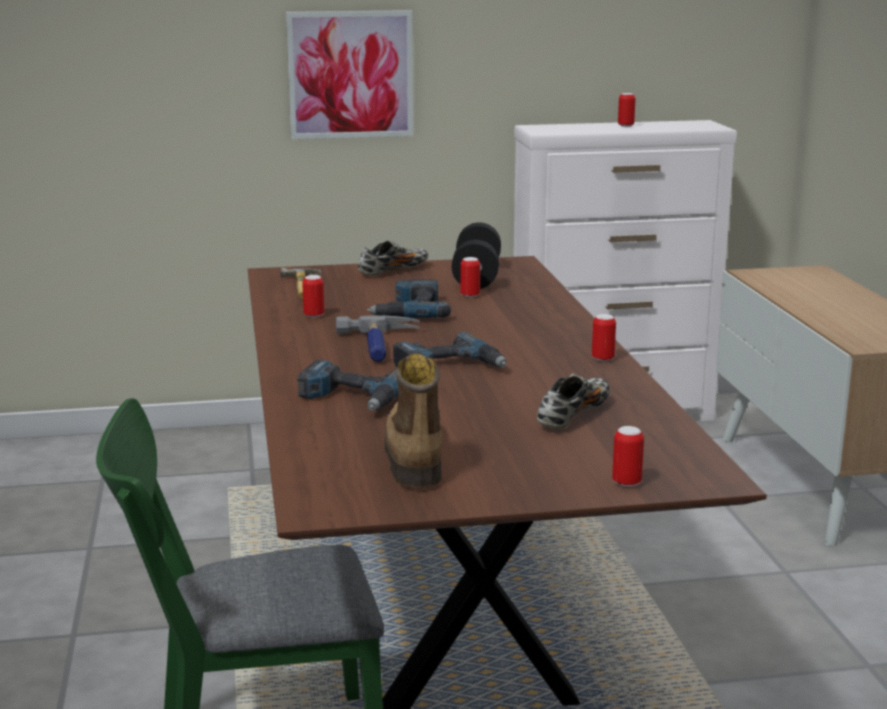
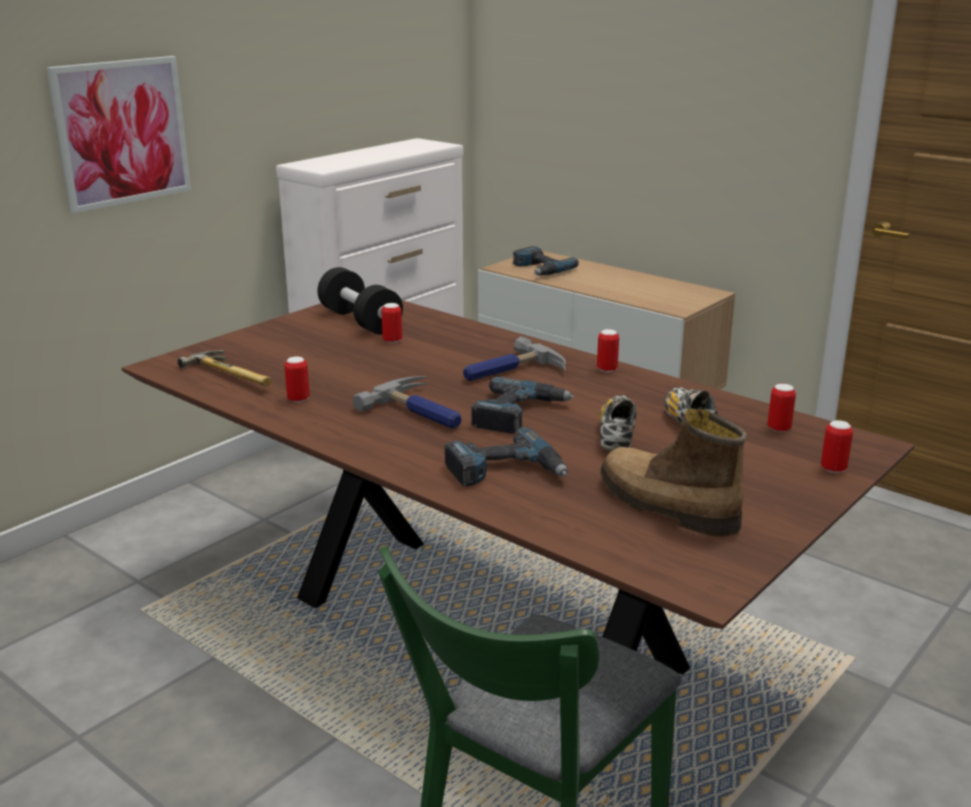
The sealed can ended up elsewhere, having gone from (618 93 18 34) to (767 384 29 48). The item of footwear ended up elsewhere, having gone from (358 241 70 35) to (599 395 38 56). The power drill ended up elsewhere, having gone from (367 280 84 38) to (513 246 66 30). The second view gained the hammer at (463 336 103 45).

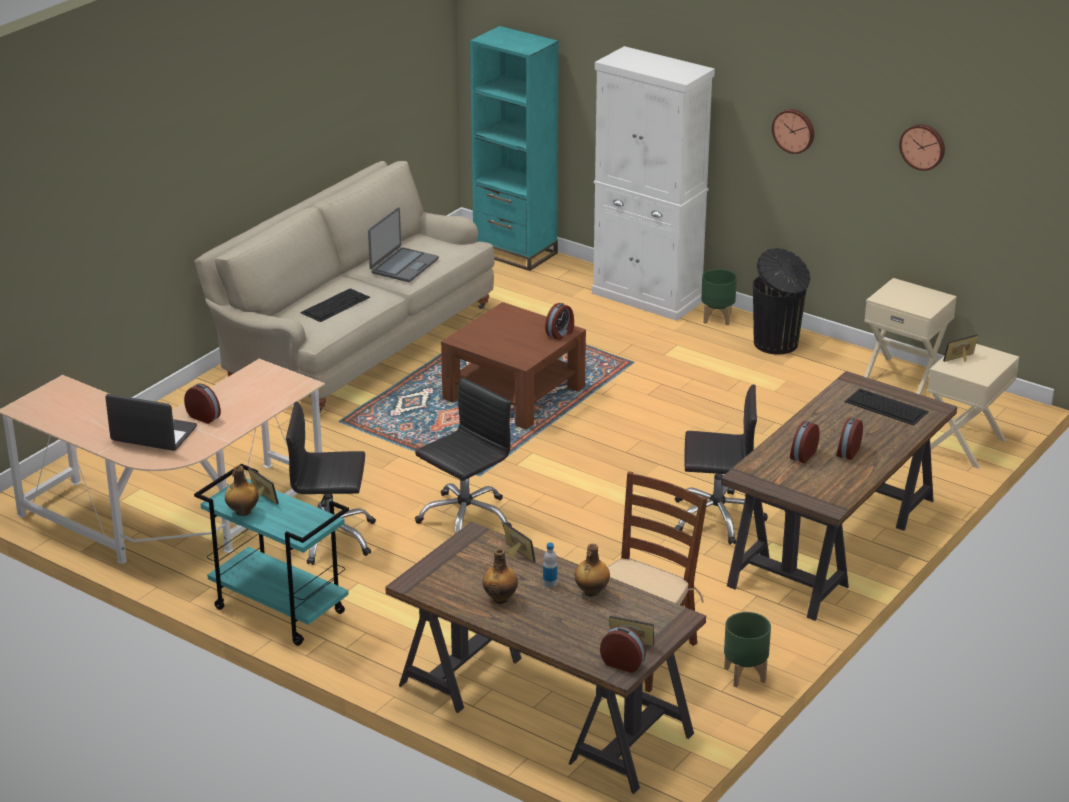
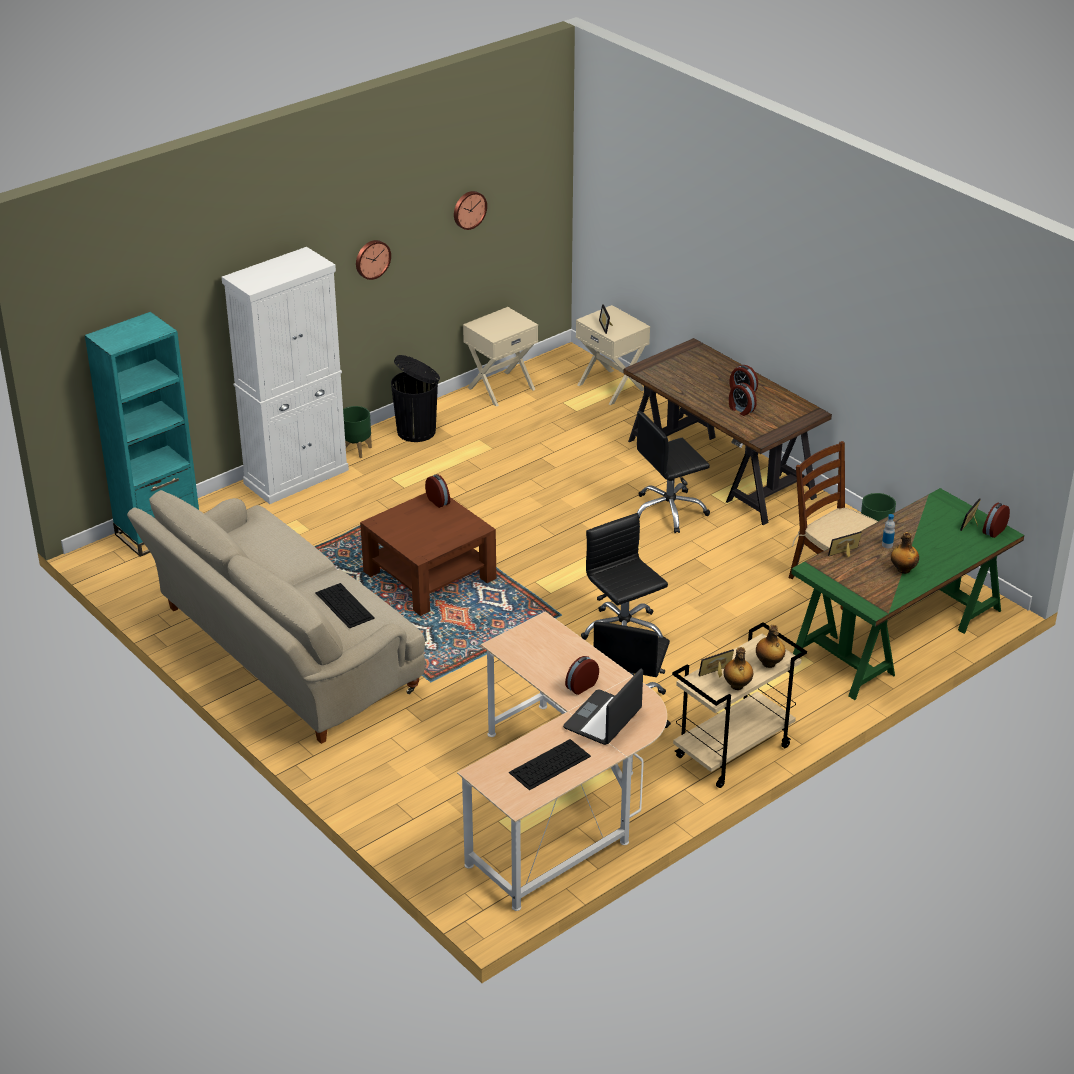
The second view lost the laptop at (368 207 71 75). The office chair (blackish) at (674 385 94 160) ended up facing another way, 135 degrees counterclockwise from before. The keyboard ended up elsewhere, having gone from (844 389 85 36) to (509 739 82 51). What was the wheeled cart (turquoise-coloured) at (194 464 155 182) turned into the wheeled cart (beige) at (672 622 135 166). What was the desk (brown-coloured) at (385 522 321 272) turned into the desk (green) at (791 488 233 212). The beverage bottle ended up elsewhere, having gone from (575 543 35 53) to (756 625 29 43).

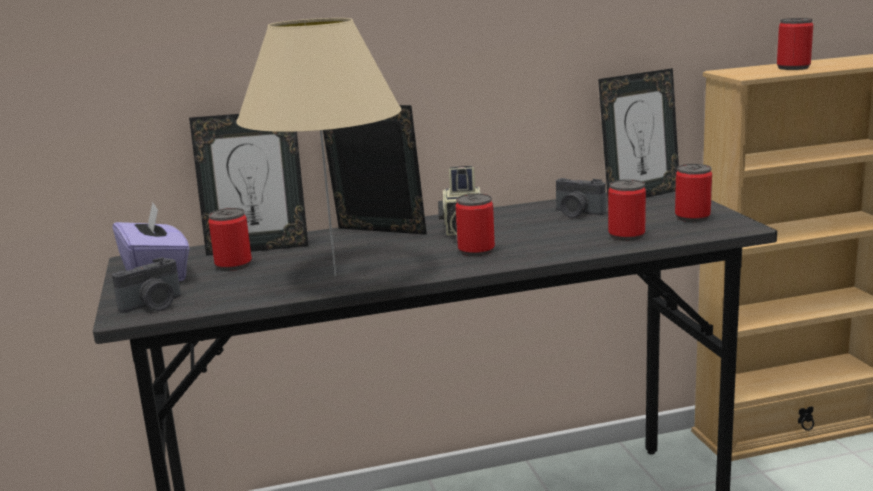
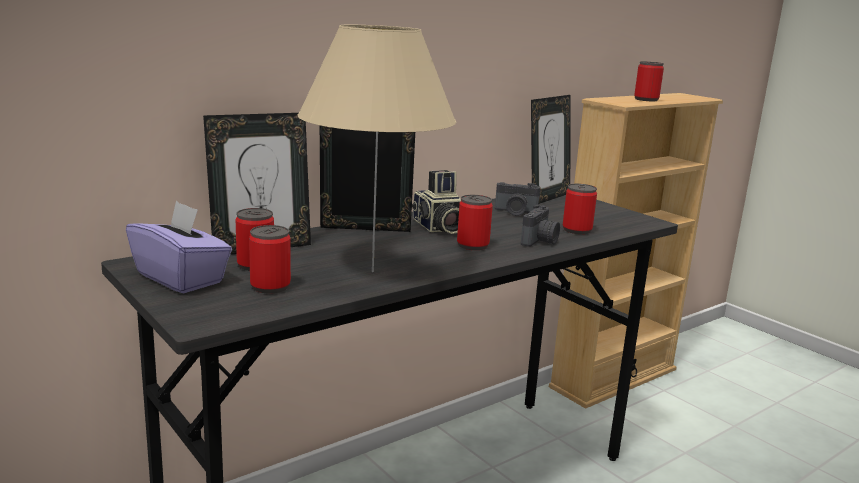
The sealed can ended up elsewhere, having gone from (675 164 37 58) to (249 225 42 68). The still camera ended up elsewhere, having gone from (112 257 69 56) to (521 205 39 42).

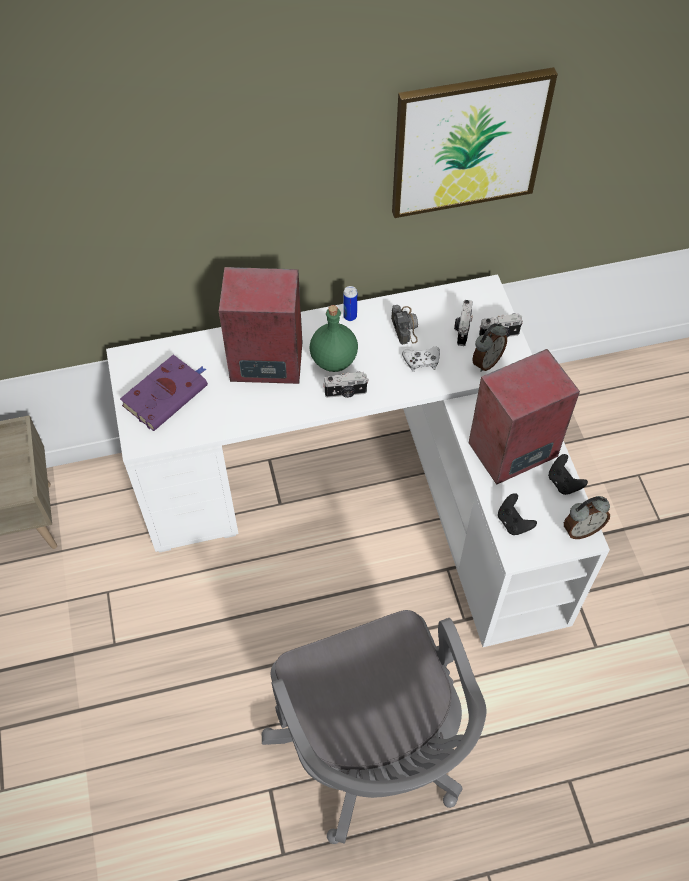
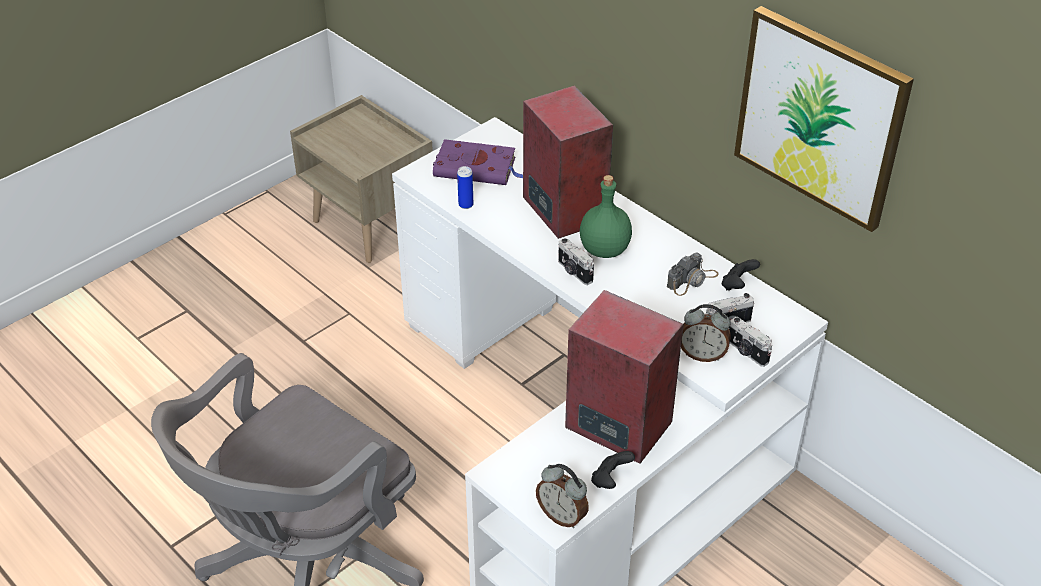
The sealed can ended up elsewhere, having gone from (343 286 14 35) to (457 166 16 43). The second view lost the joypad (white) at (402 346 38 26). The joypad (blackish) ended up elsewhere, having gone from (498 493 39 42) to (722 259 38 32).

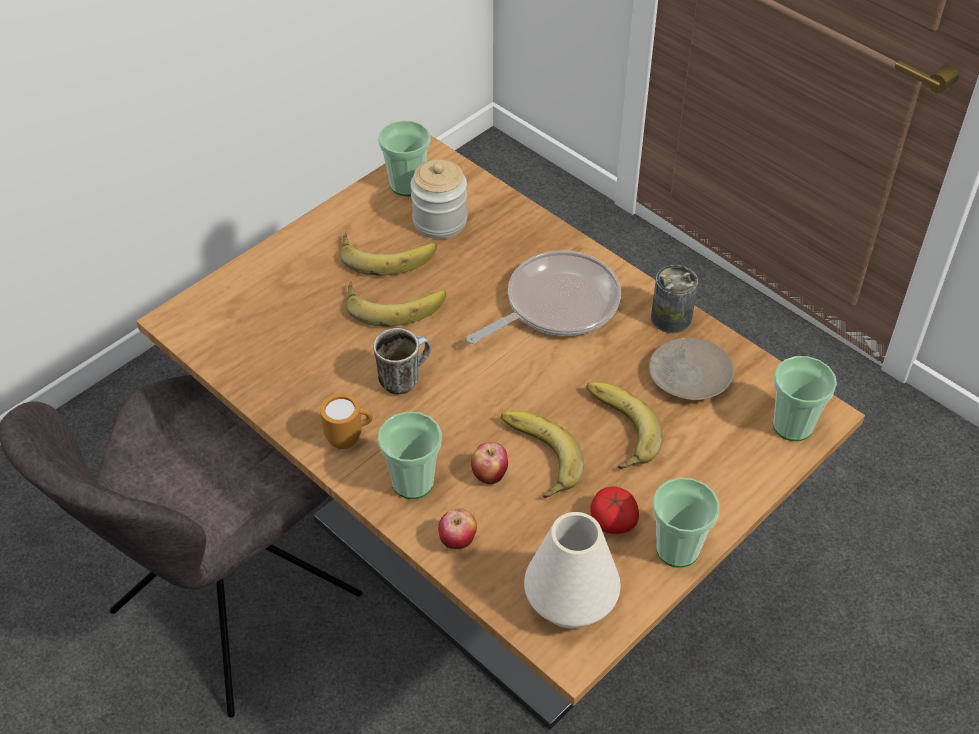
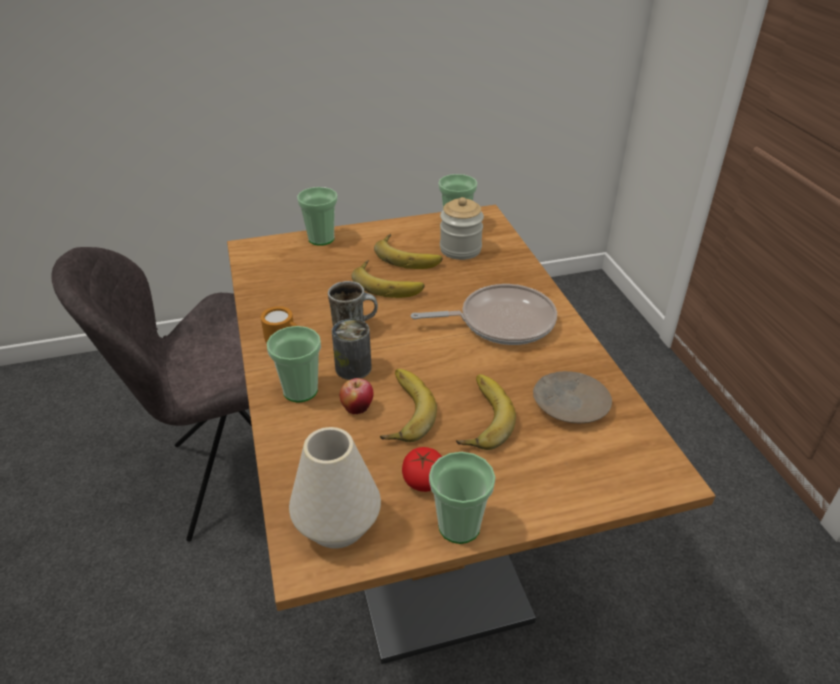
The sealed can ended up elsewhere, having gone from (651 265 47 68) to (332 319 40 61). The cup ended up elsewhere, having gone from (773 356 64 85) to (297 187 41 59). The second view lost the apple fruit at (438 509 39 40).

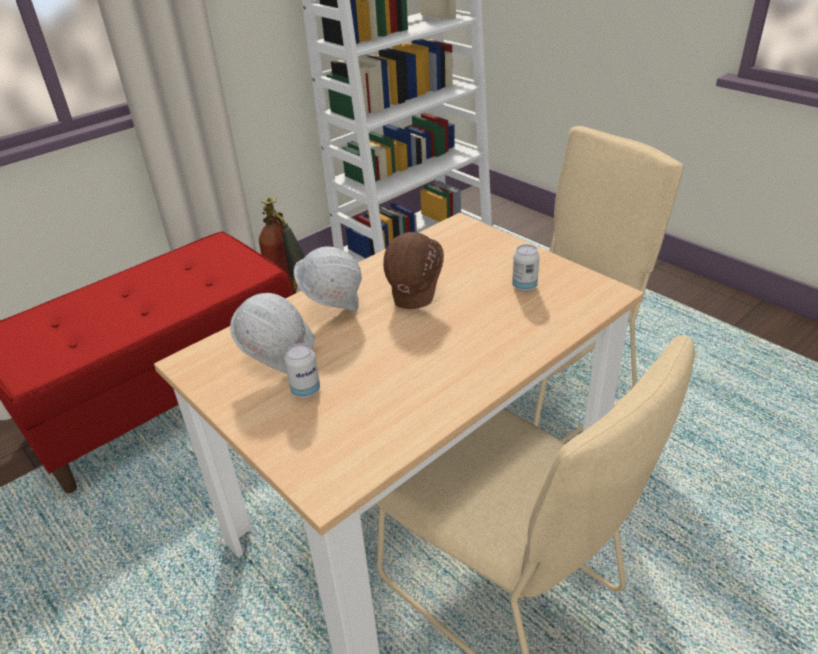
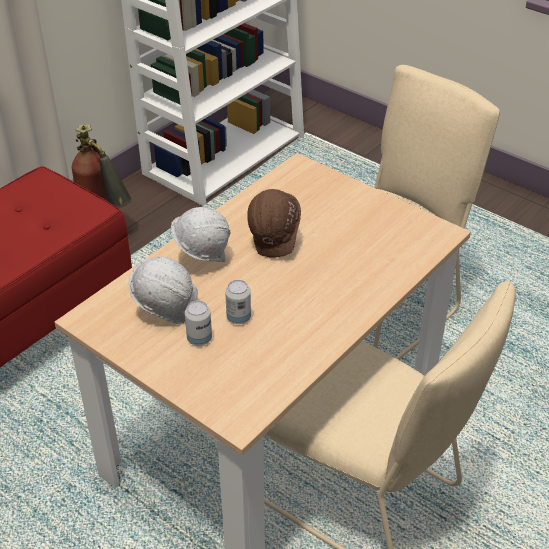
The sealed can ended up elsewhere, having gone from (512 244 28 48) to (225 280 26 44).

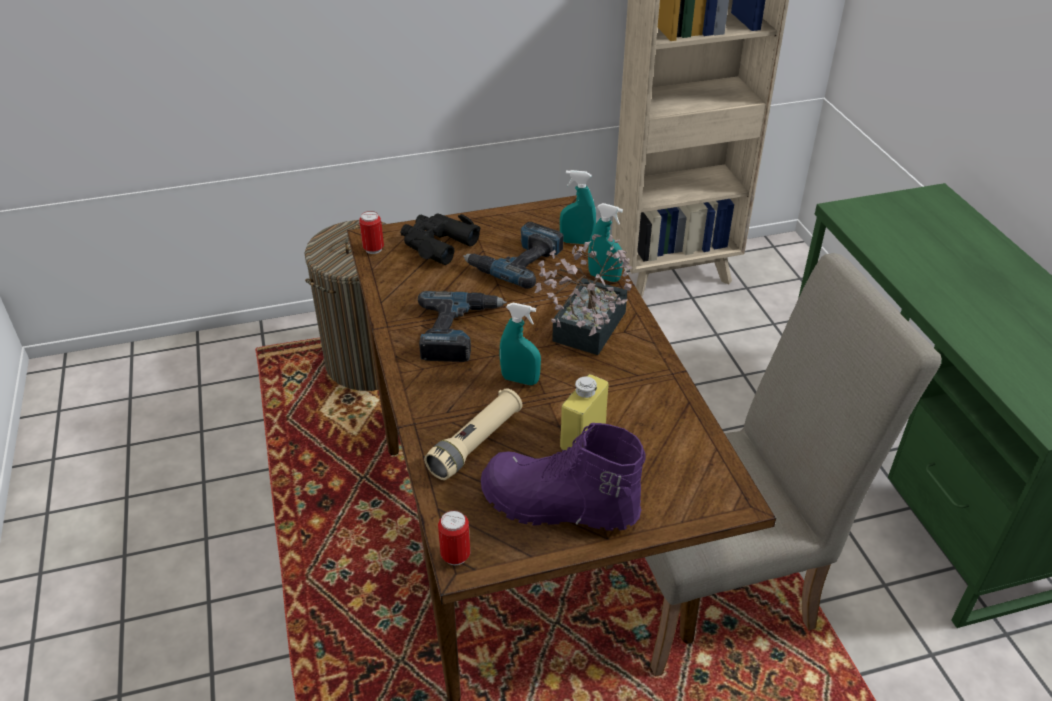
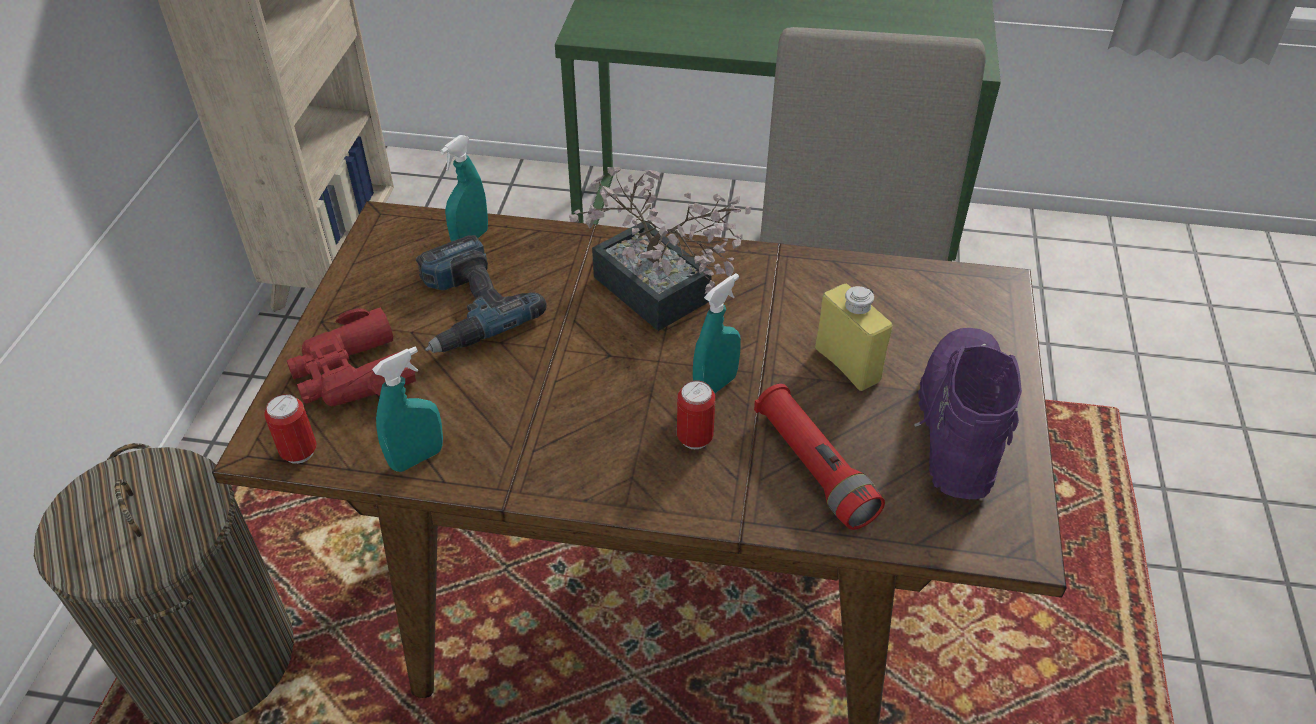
The sprayer (turquoise-coloured) ended up elsewhere, having gone from (588 203 35 79) to (372 347 71 125). What was the field glasses (blackish) at (400 213 81 52) turned into the field glasses (red) at (287 307 129 99). The second view lost the power drill at (418 291 89 71). What was the torch (beige) at (424 388 99 92) turned into the torch (red) at (754 384 131 146). The tall boot (purplish) at (481 423 164 108) ended up facing another way, 150 degrees clockwise from before. The sealed can ended up elsewhere, having gone from (438 510 32 56) to (677 380 38 69).

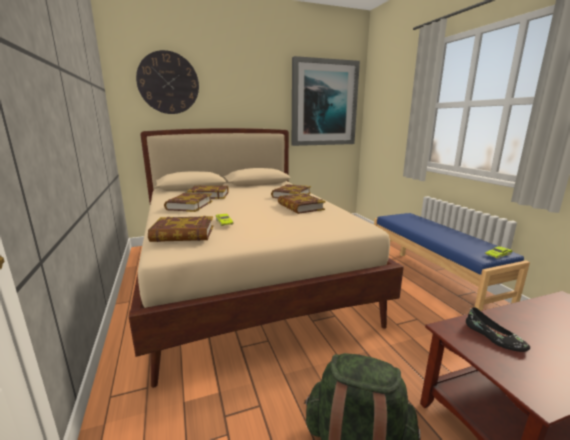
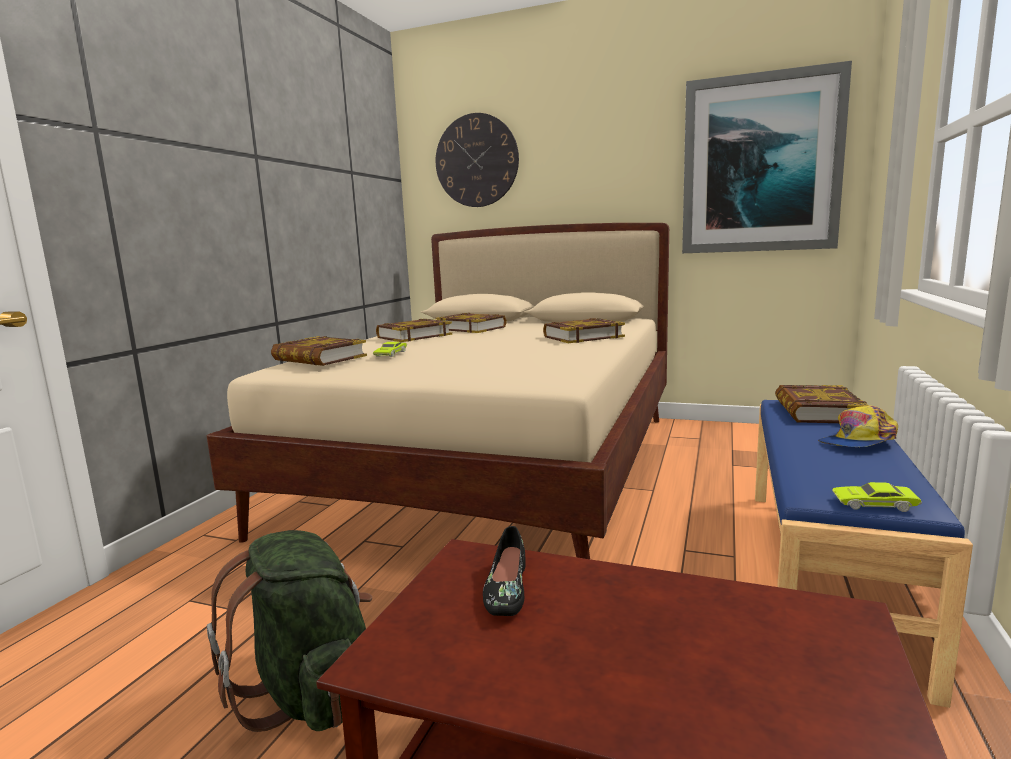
The bound book ended up elsewhere, having gone from (278 193 48 21) to (775 385 93 38). The second view gained the peaked cap at (818 405 80 42).

